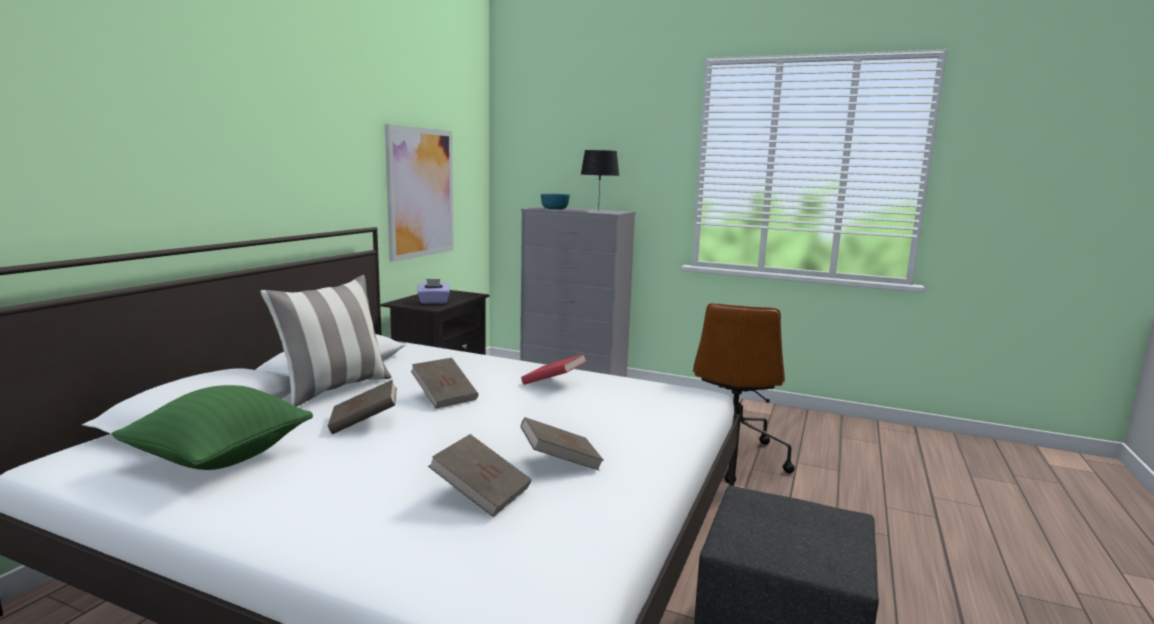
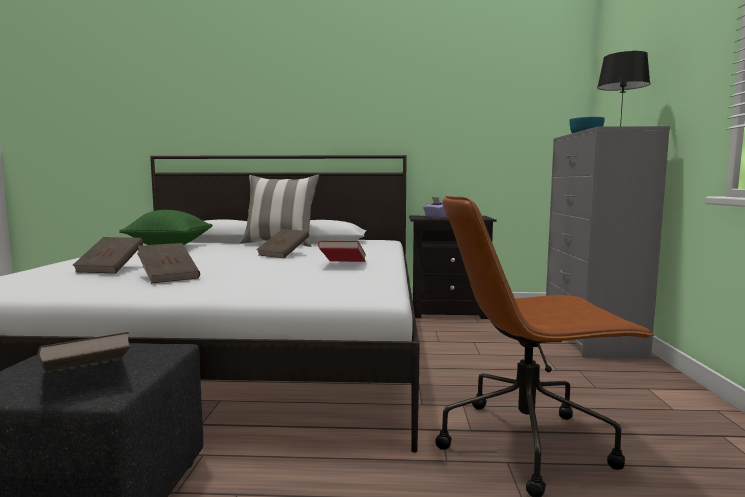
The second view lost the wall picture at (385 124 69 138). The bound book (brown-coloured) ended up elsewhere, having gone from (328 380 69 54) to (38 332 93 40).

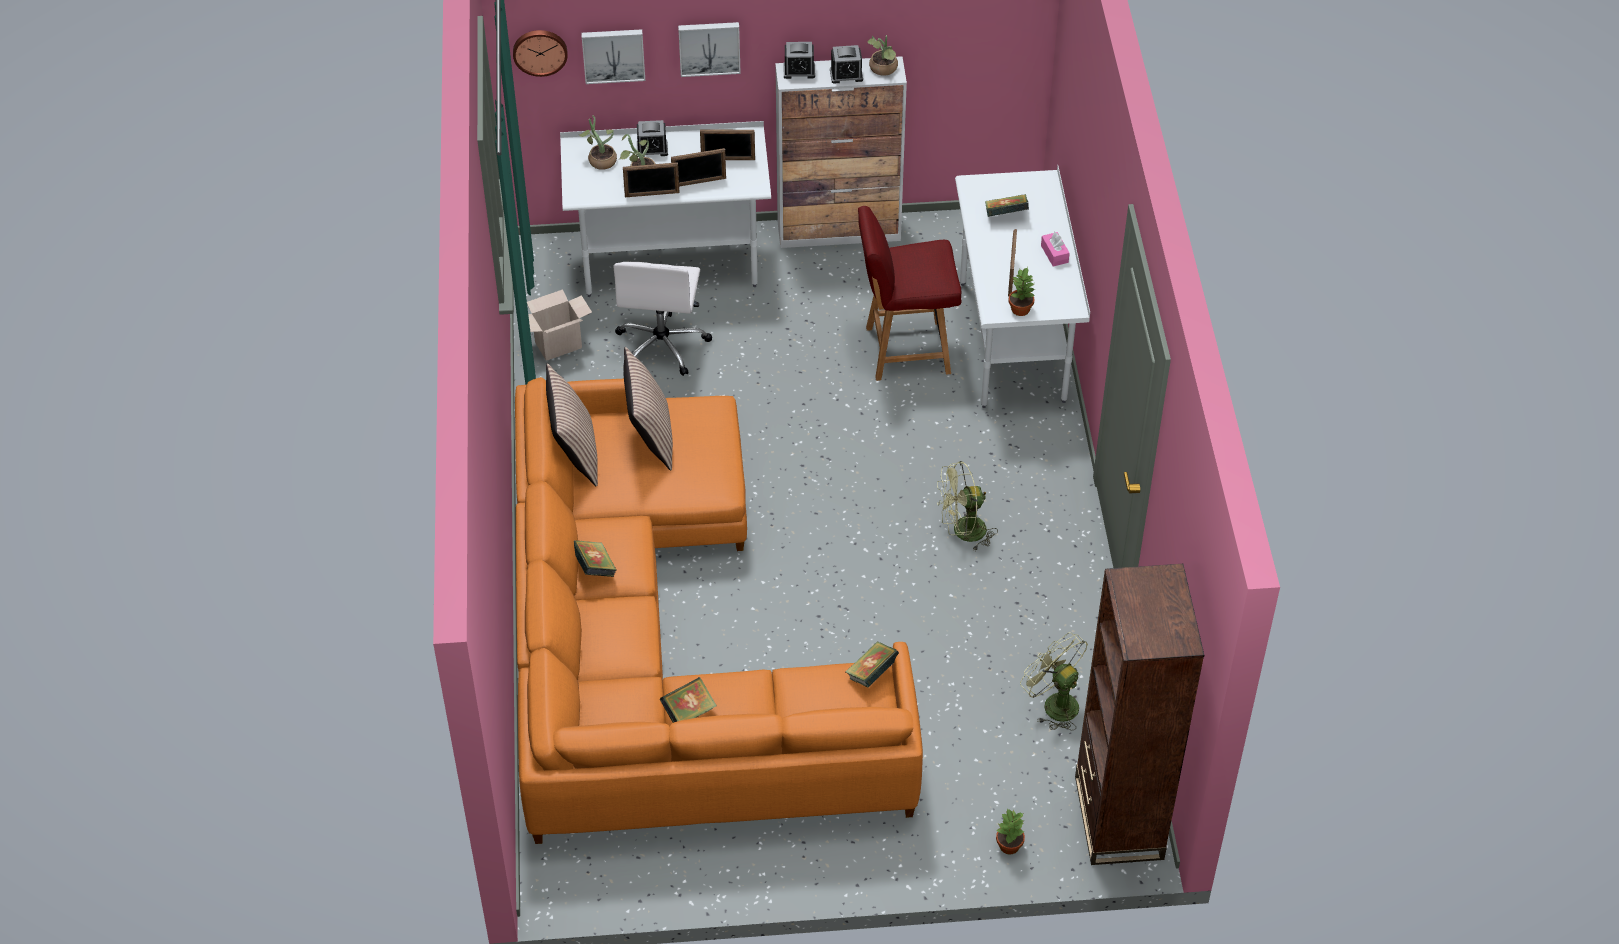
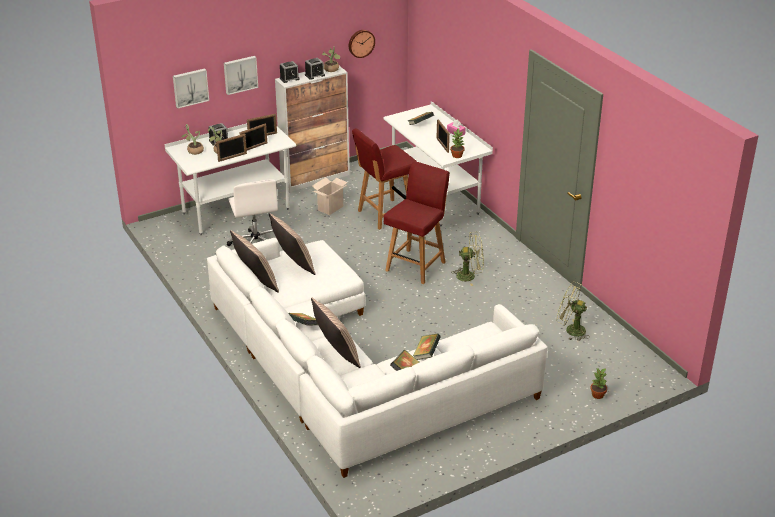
The hanging clock ended up elsewhere, having gone from (513 30 55 47) to (349 30 26 28). The packing box ended up elsewhere, having gone from (527 289 65 72) to (312 177 36 38). What was the couch (orange) at (515 377 408 467) turned into the couch (white) at (207 238 341 240). The electric fan (green) at (937 461 61 90) ended up facing another way, 135 degrees counterclockwise from before. The second view lost the bookcase (brown-coloured) at (1075 564 129 301). The bound book ended up elsewhere, having gone from (846 641 53 47) to (413 333 27 27). The second view gained the upright chair (red) at (384 161 66 123). The second view gained the pillow at (311 297 50 71).

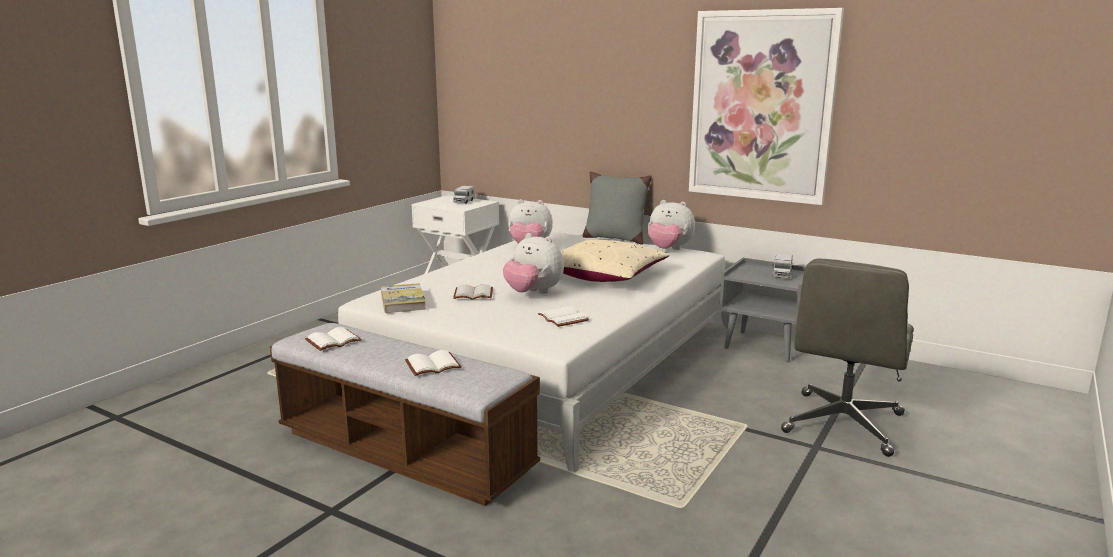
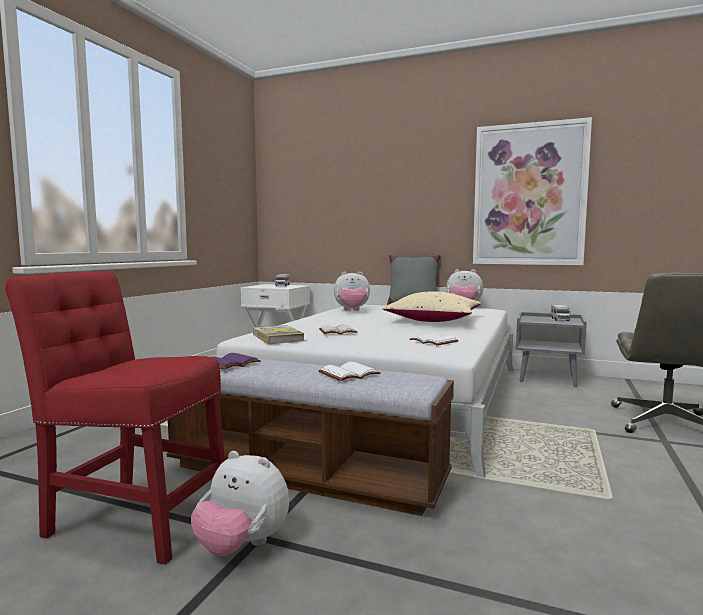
The plush toy ended up elsewhere, having gone from (503 233 61 61) to (191 451 98 105). What was the bound book (white) at (305 327 57 24) turned into the bound book (purplish) at (212 353 49 17). The second view gained the upright chair (red) at (5 271 220 293).

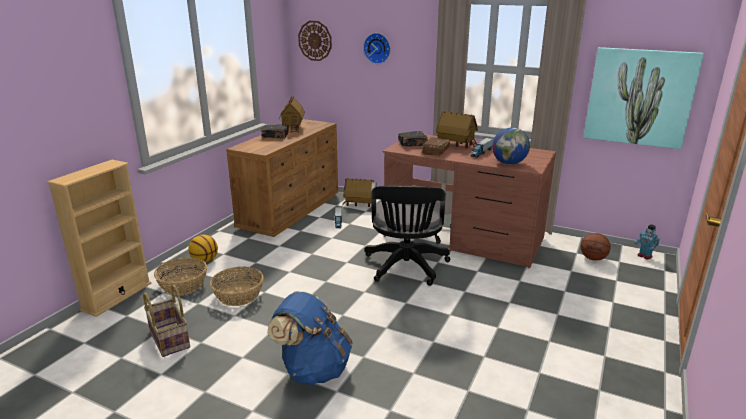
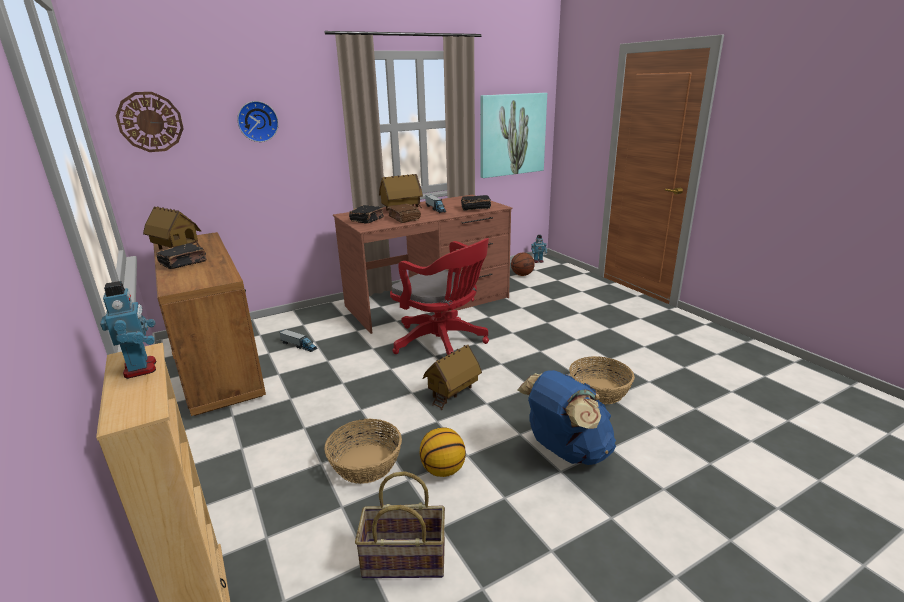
Where the desk globe stood at (492 128 38 37), the bound book (blackish) came to stand at (461 195 30 16). The model house ended up elsewhere, having gone from (341 178 33 29) to (423 345 59 65). What was the office chair (blackish) at (364 182 87 104) turned into the office chair (red) at (390 238 99 117). The basketball ball ended up elsewhere, having gone from (189 235 29 27) to (420 428 46 49). The storage basket ended up elsewhere, having gone from (154 257 53 38) to (569 356 66 48). The second view gained the model robot at (100 281 56 98).

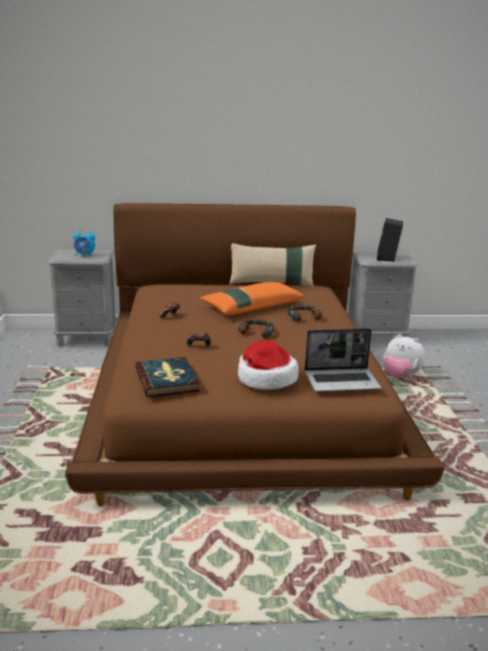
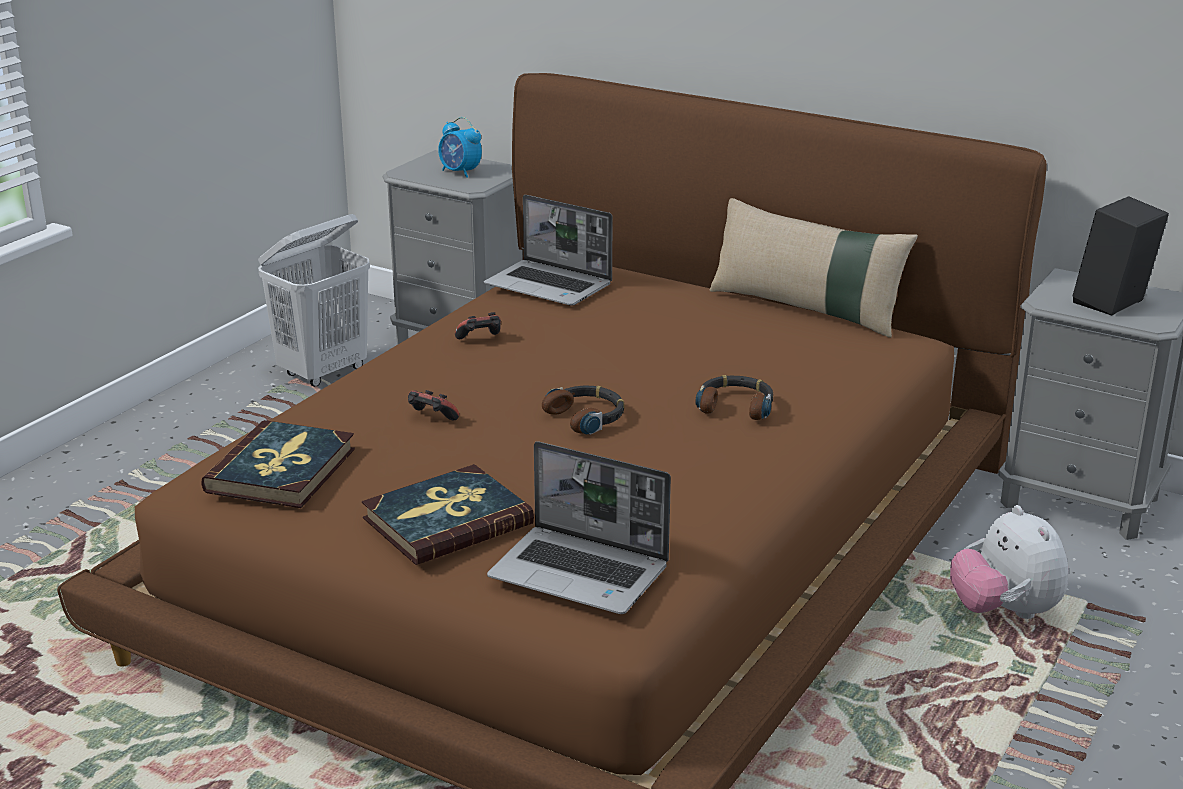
The second view lost the pillow (orange) at (199 282 105 33). Where the wearable hat stood at (238 340 61 50), the bound book came to stand at (362 464 172 101). The second view gained the laptop at (484 195 128 110). The second view gained the hamper (white) at (258 214 112 173).

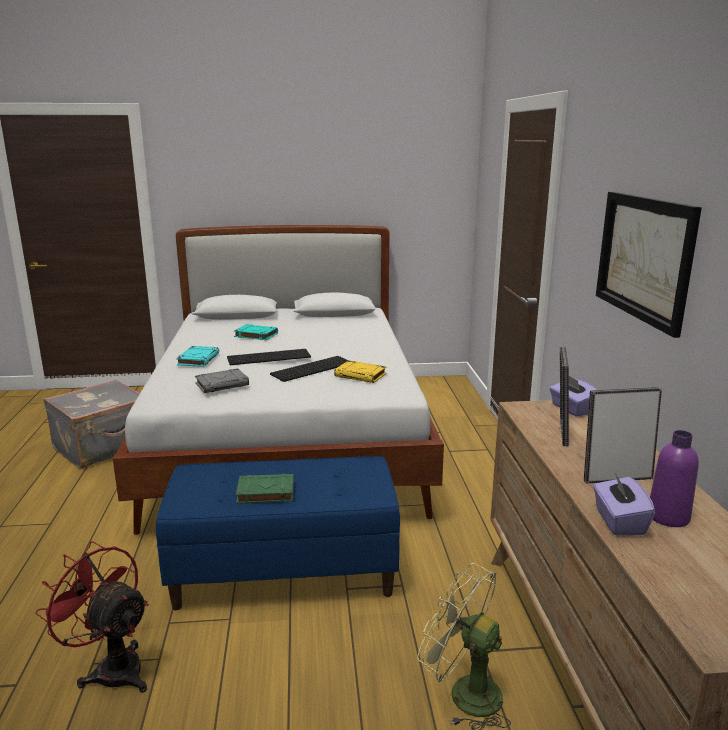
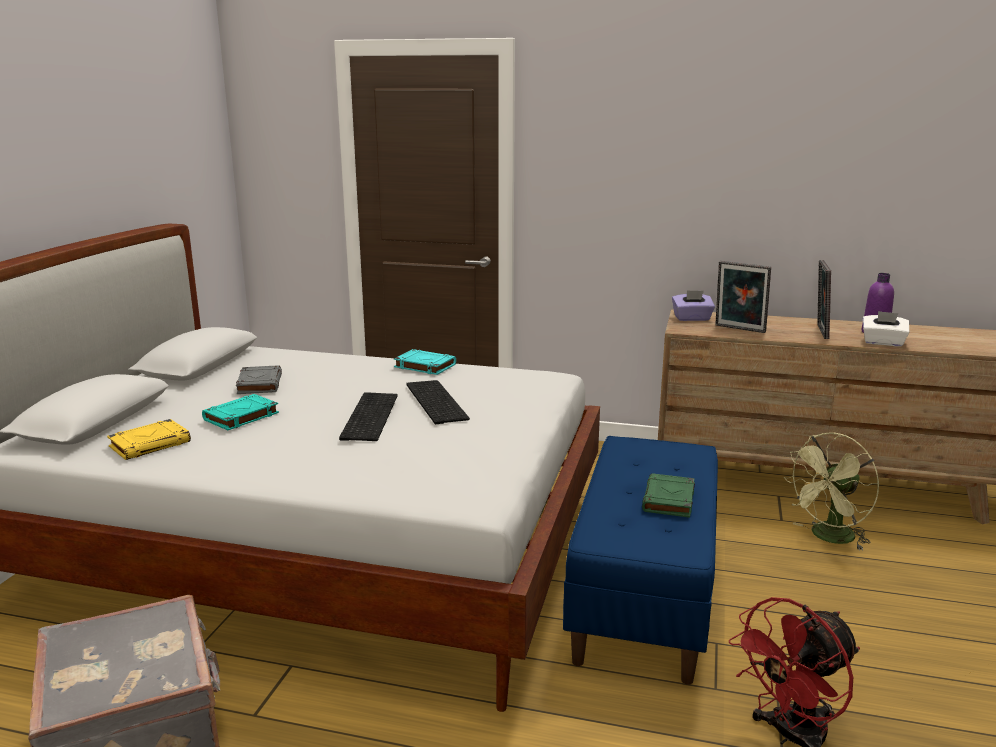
The second view lost the wall picture at (596 192 106 146). The bound book (turquoise-coloured) ended up elsewhere, having gone from (176 346 43 21) to (394 349 62 26). The bound book (yellow) ended up elsewhere, having gone from (334 360 53 23) to (107 419 84 41). The bound book (greyish) ended up elsewhere, having gone from (195 368 54 25) to (236 365 46 29). What was the tissue box (purplish) at (593 473 62 62) turned into the tissue box (white) at (863 311 47 36).

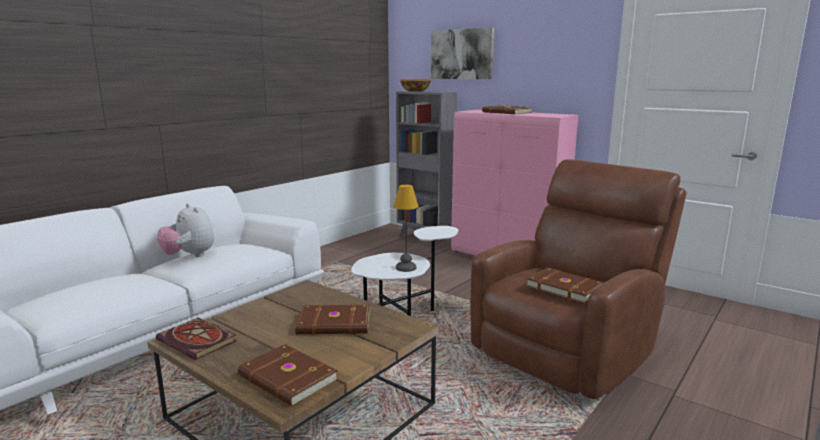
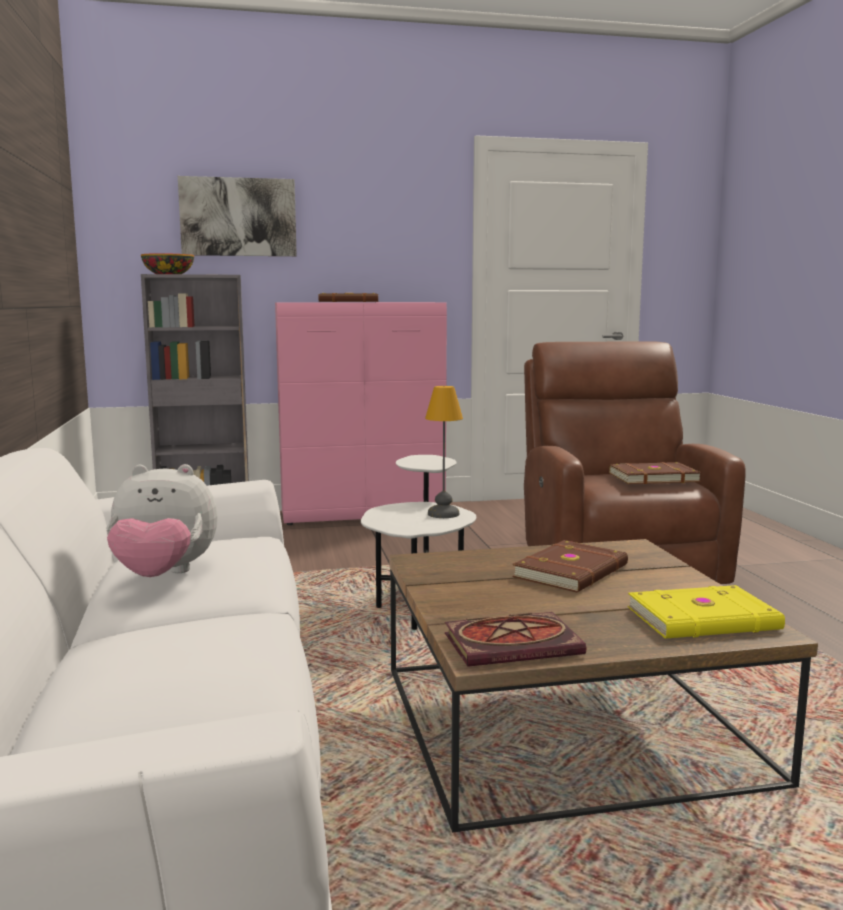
What was the bound book (brown-coloured) at (238 344 100 63) turned into the bound book (yellow) at (628 585 157 54).

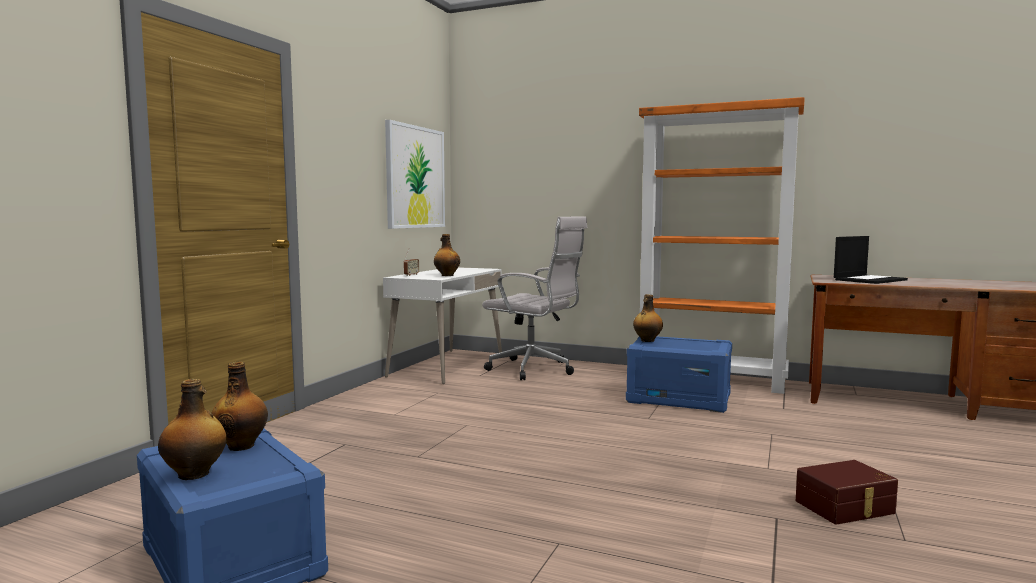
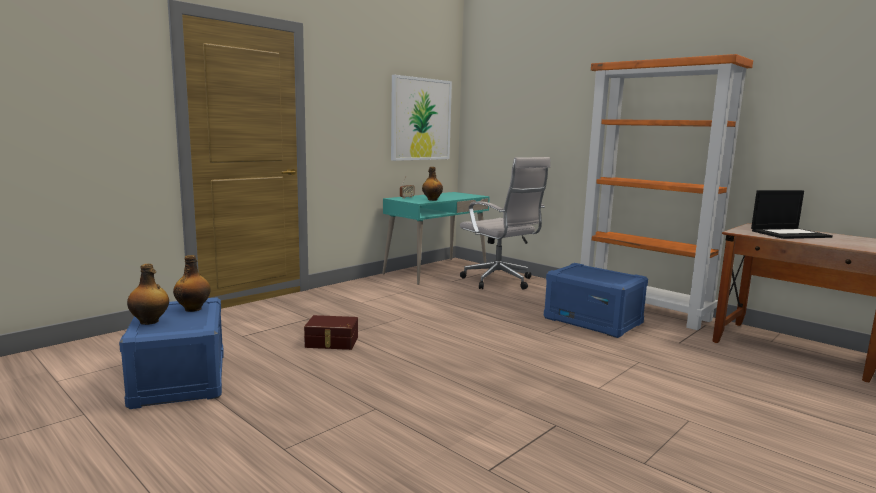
What was the desk (white) at (383 267 119 117) turned into the desk (turquoise-coloured) at (382 192 108 93). The second view lost the beverage bottle at (633 294 30 48). The storage box (brown-coloured) ended up elsewhere, having gone from (796 460 102 65) to (304 315 54 35).

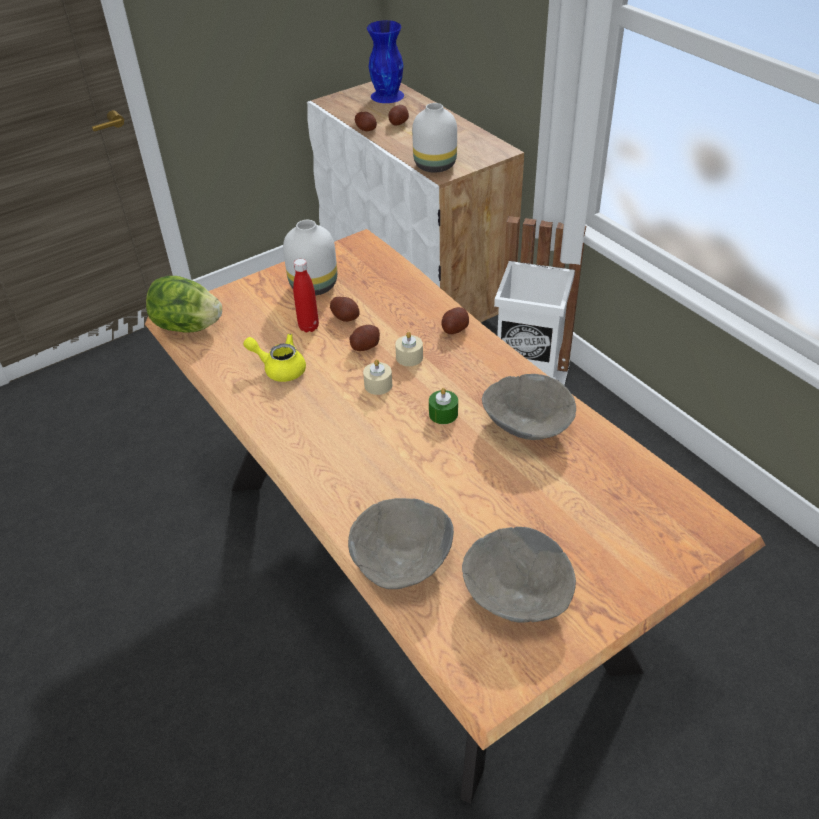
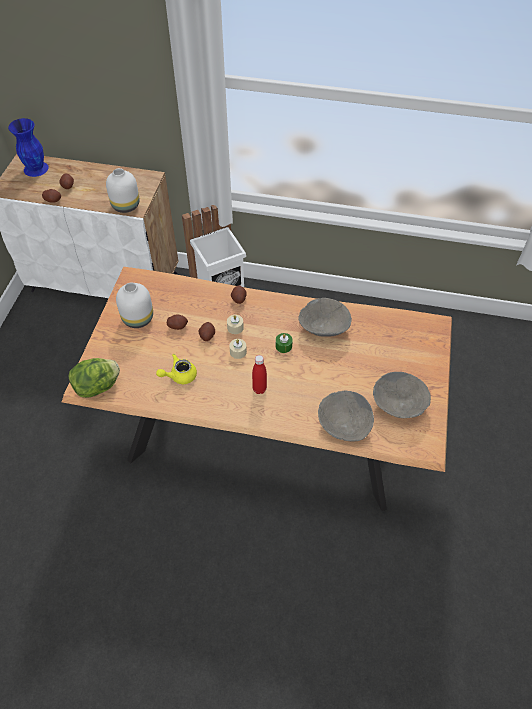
The beverage bottle (red) ended up elsewhere, having gone from (293 259 26 73) to (252 355 15 39).

